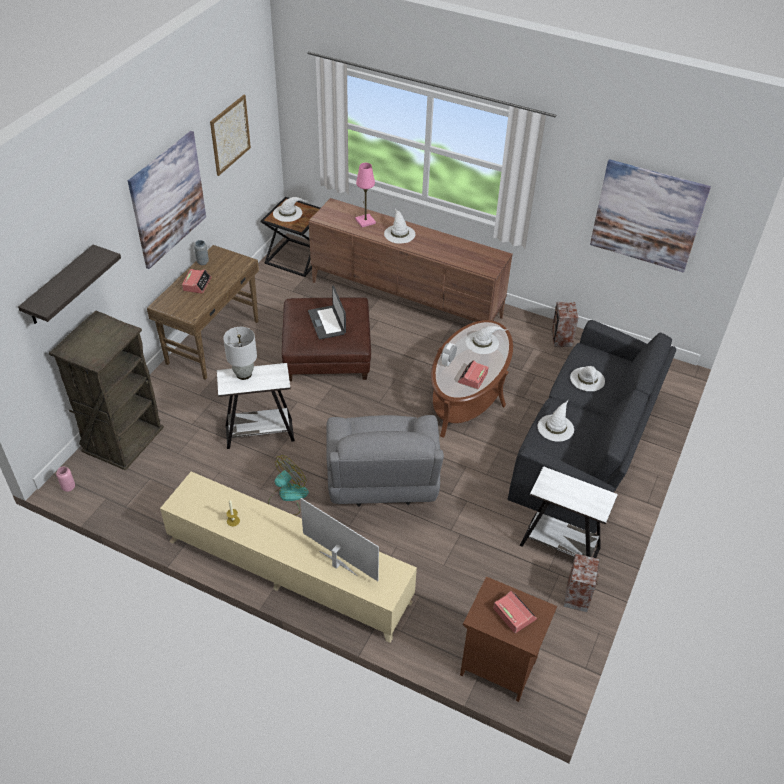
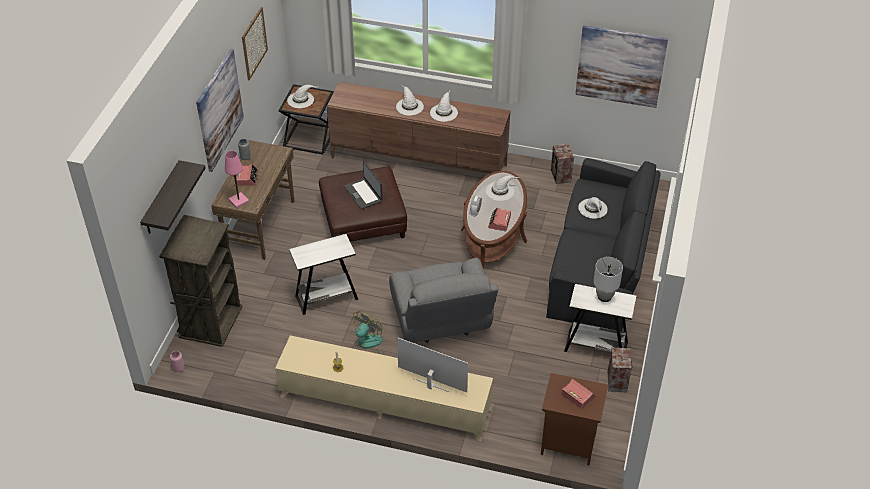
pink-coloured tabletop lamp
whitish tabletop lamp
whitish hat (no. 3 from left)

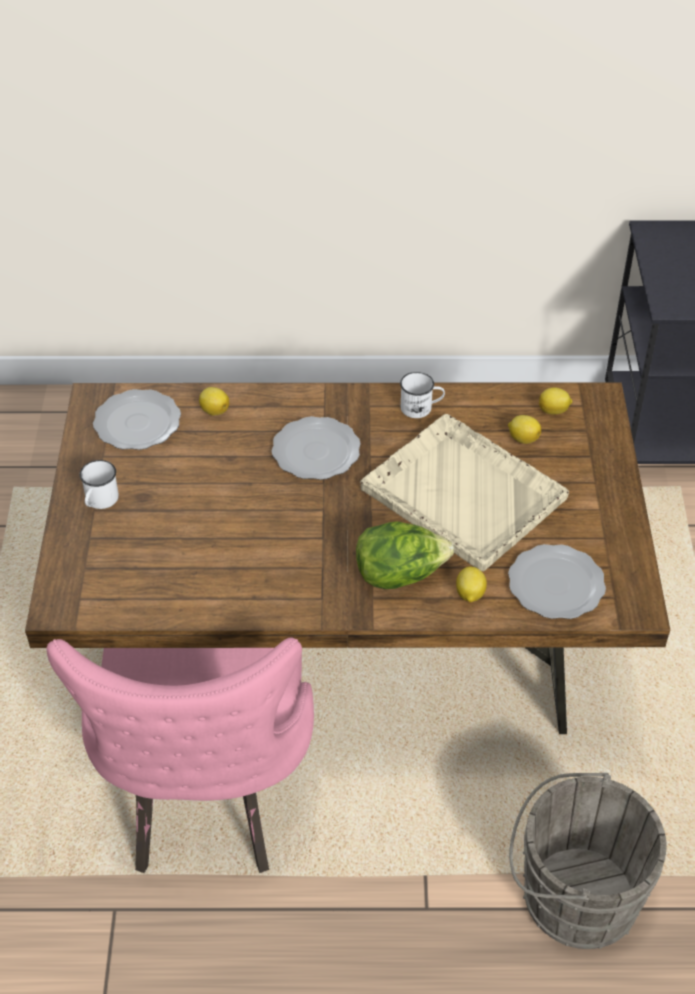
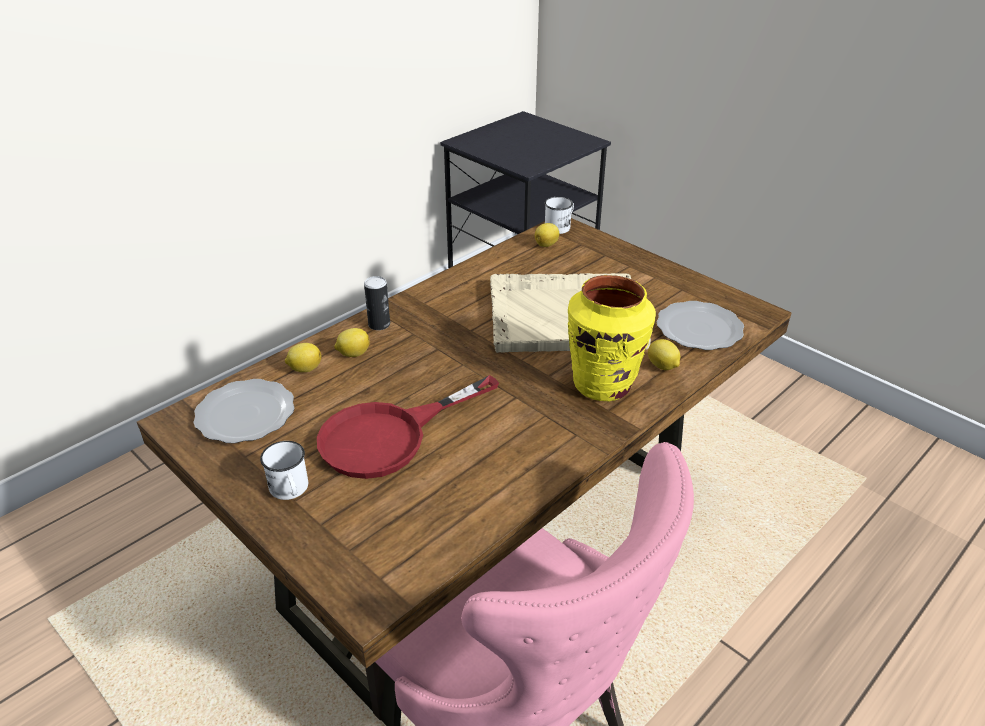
whitish tea mug (no. 2 from left)
citrus fruit (no. 2 from left)
flat dish (no. 2 from left in the first image)
yellowish vase
greyish bucket
sealed can
reddish pan

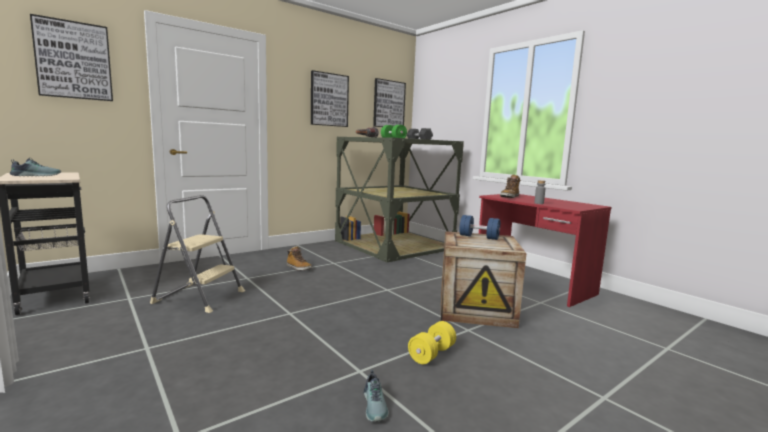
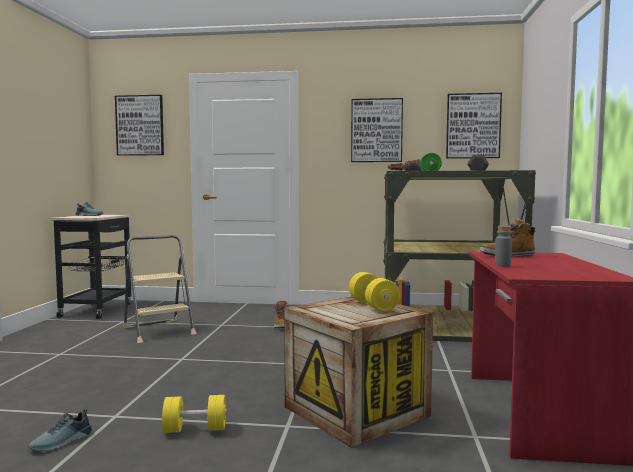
yellowish hand weight (no. 2 from left)

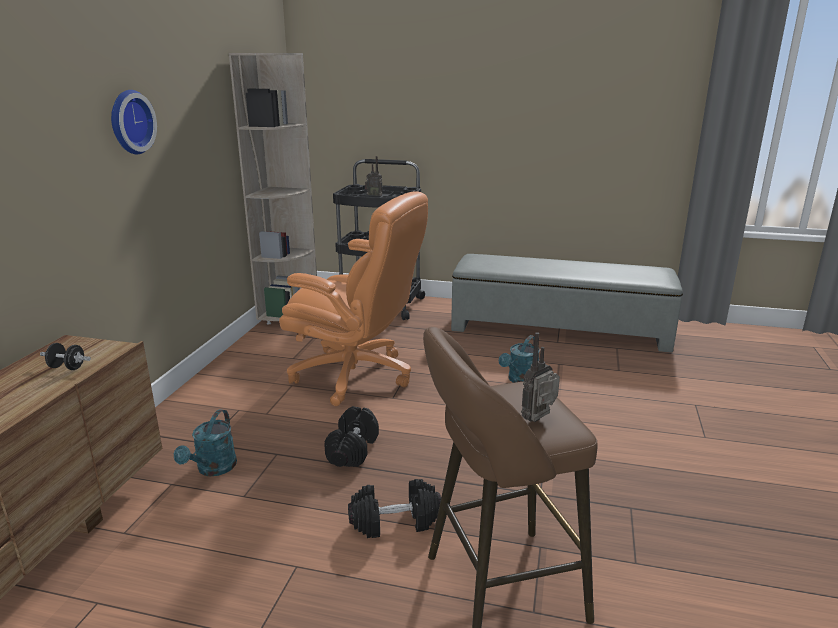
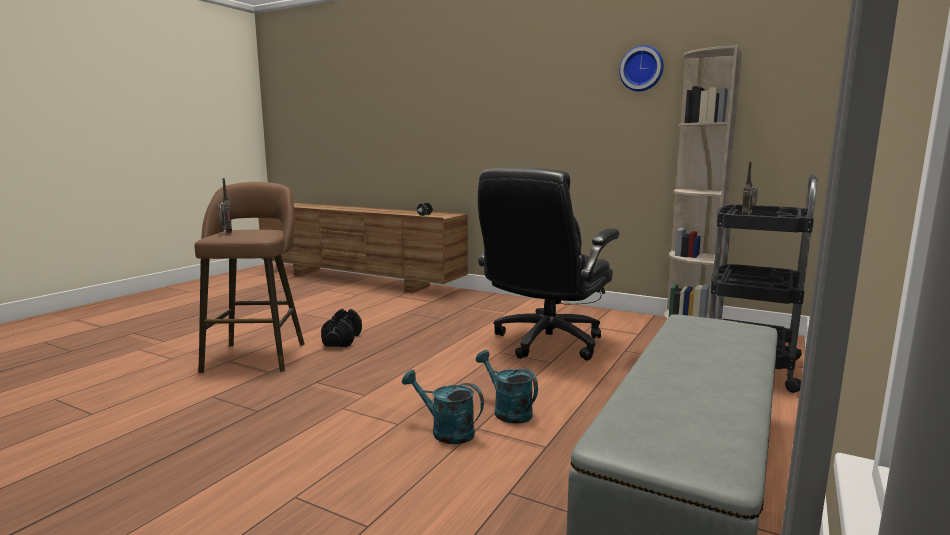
hanging clock
black-coloured computer chair
black-coloured hand weight (no. 2 from left in the first image)
blue-green watering can (no. 1 from left)

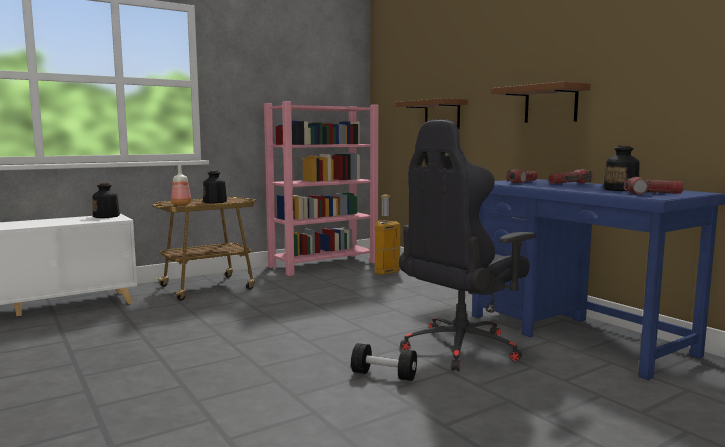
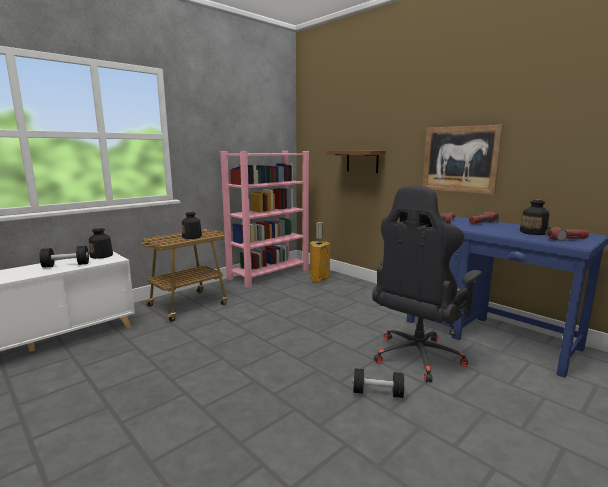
picture
drink bottle (no. 2 from left in the first image)
black-coloured hand weight (no. 1 from left)

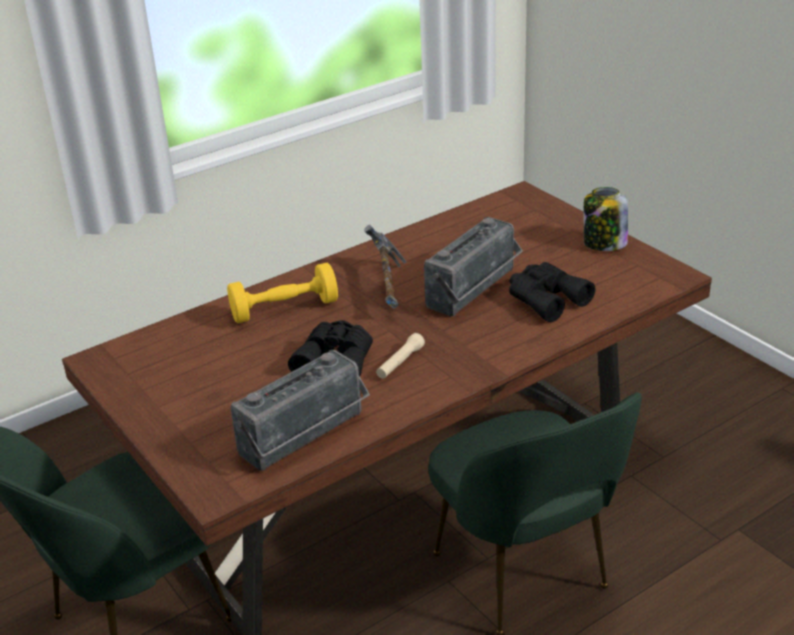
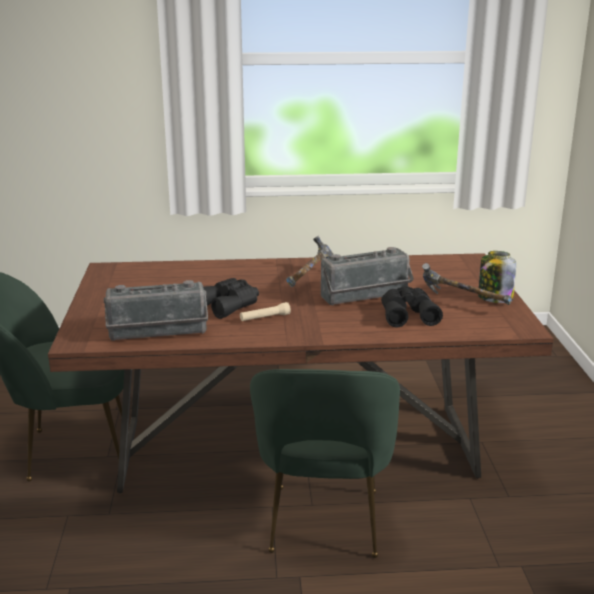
yellowish hand weight
tool hammer (no. 2 from left)

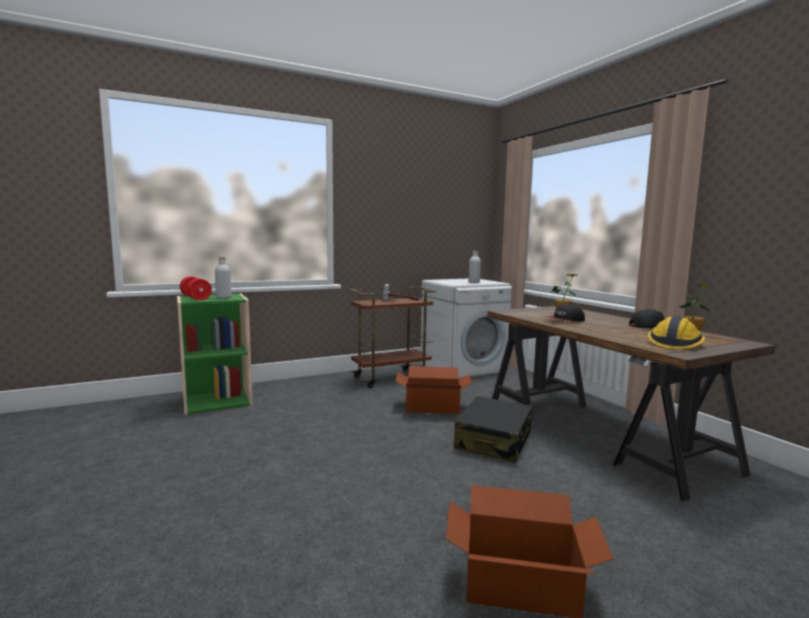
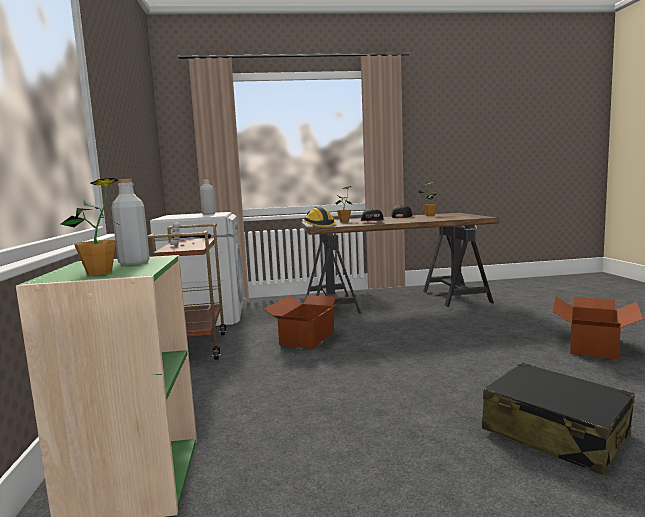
houseplant (no. 1 from left)
safety helmet
black-coloured piece of luggage

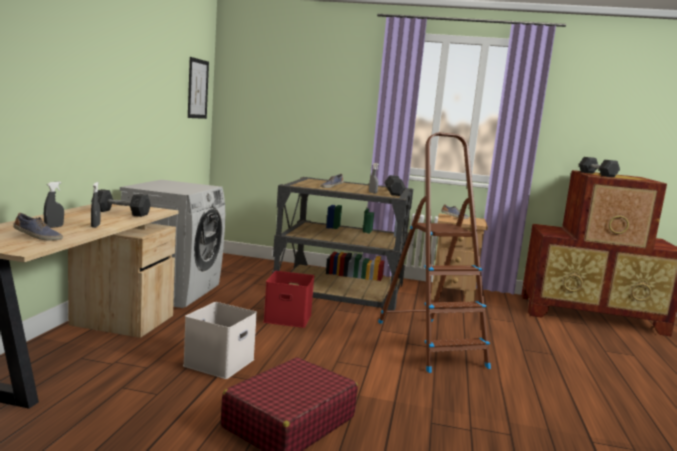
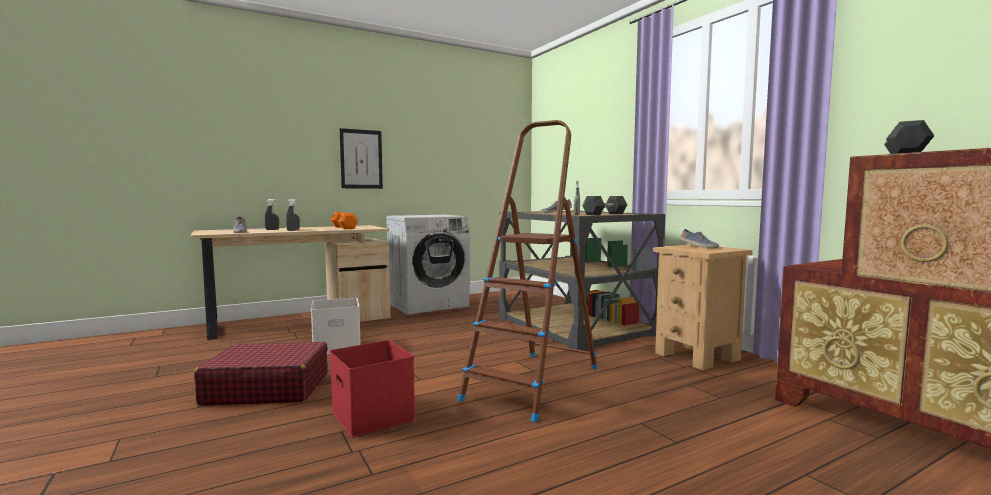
picture
orangey hand weight
reddish storage bin

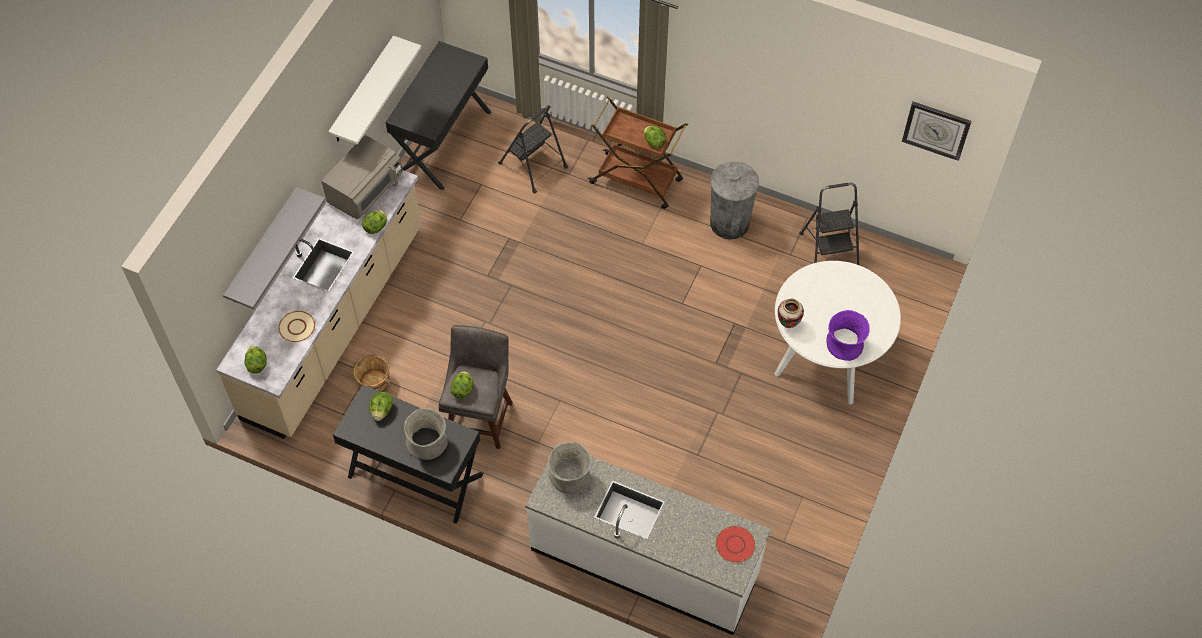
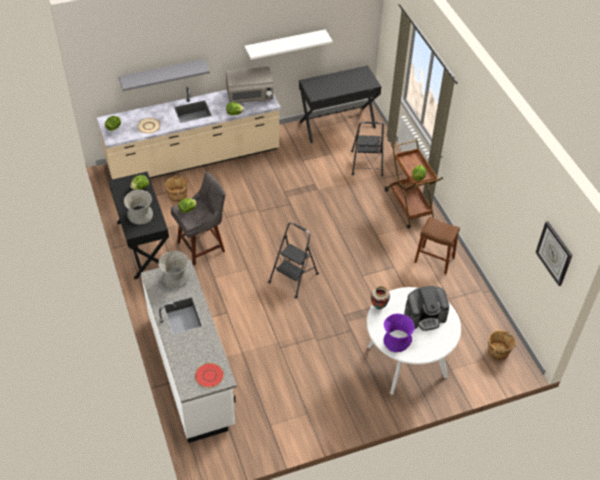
brown-coloured sitting stool
black-coloured step stool (no. 1 from left)
coffee maker
brown-coloured bucket (no. 2 from left)

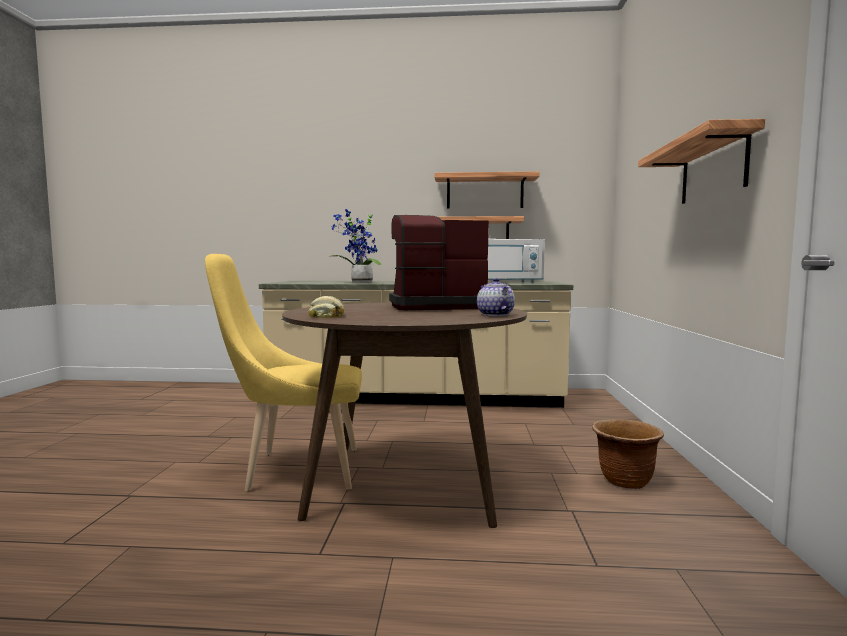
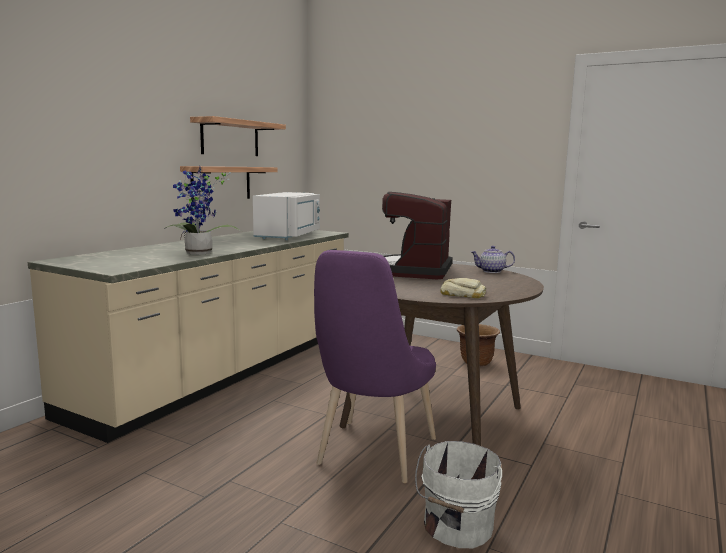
shelf (no. 3 from left in the first image)
purple plain chair
whitish bucket

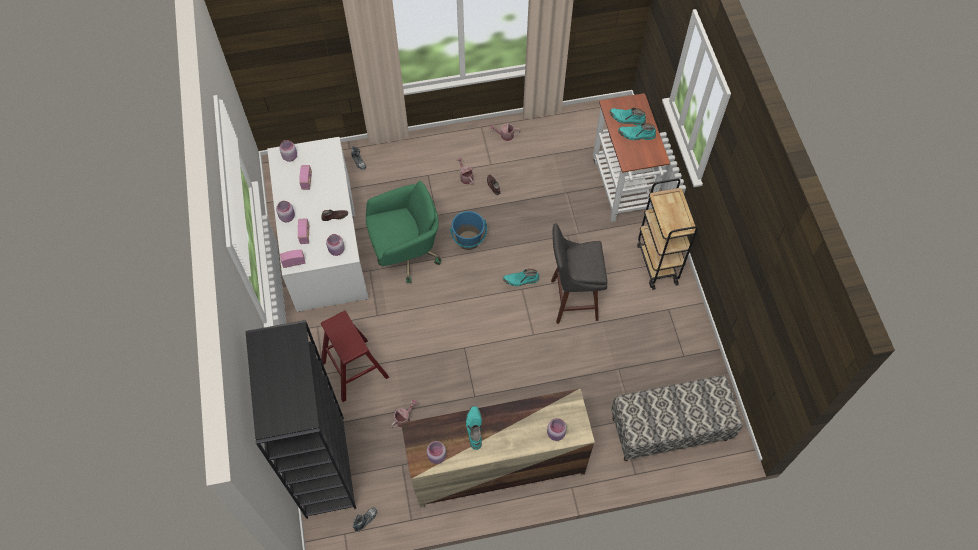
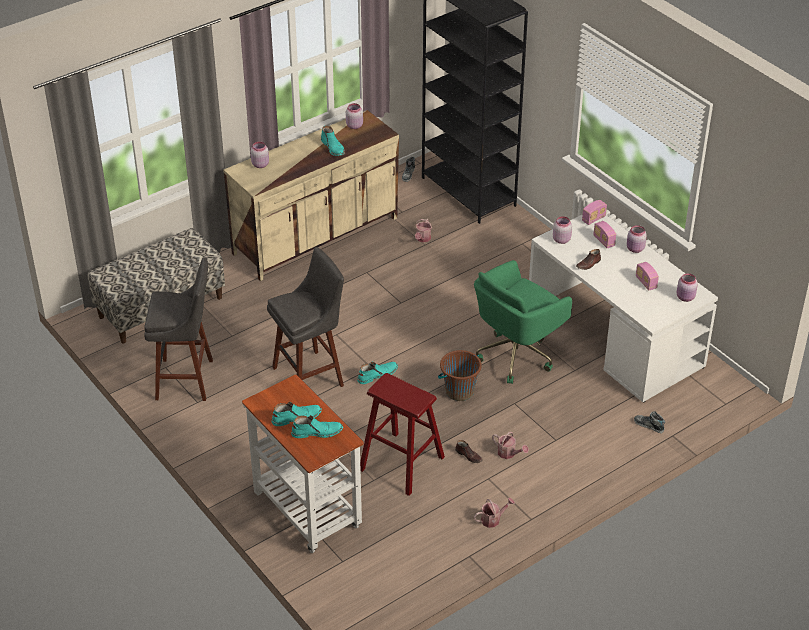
brown-coloured cart
brown-coloured bucket
reddish sitting stool
greyish sitting stool (no. 1 from left)

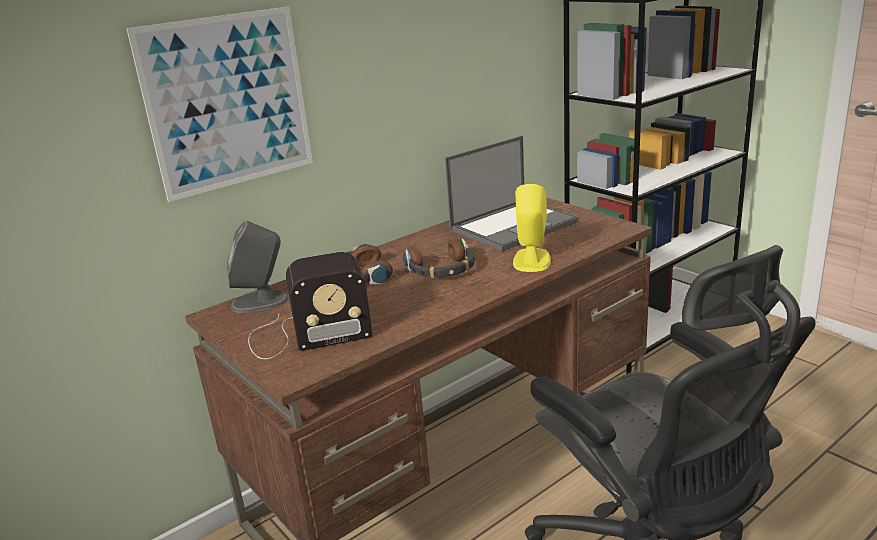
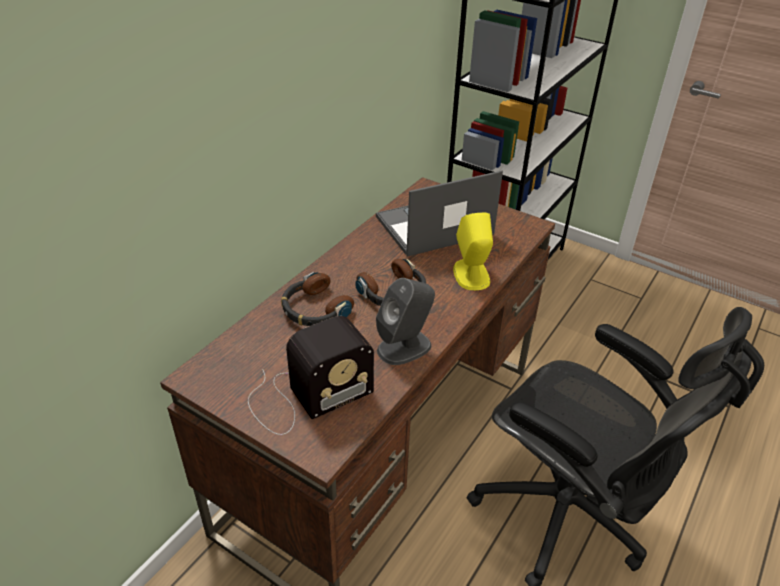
picture
laptop
greyish audio speaker

